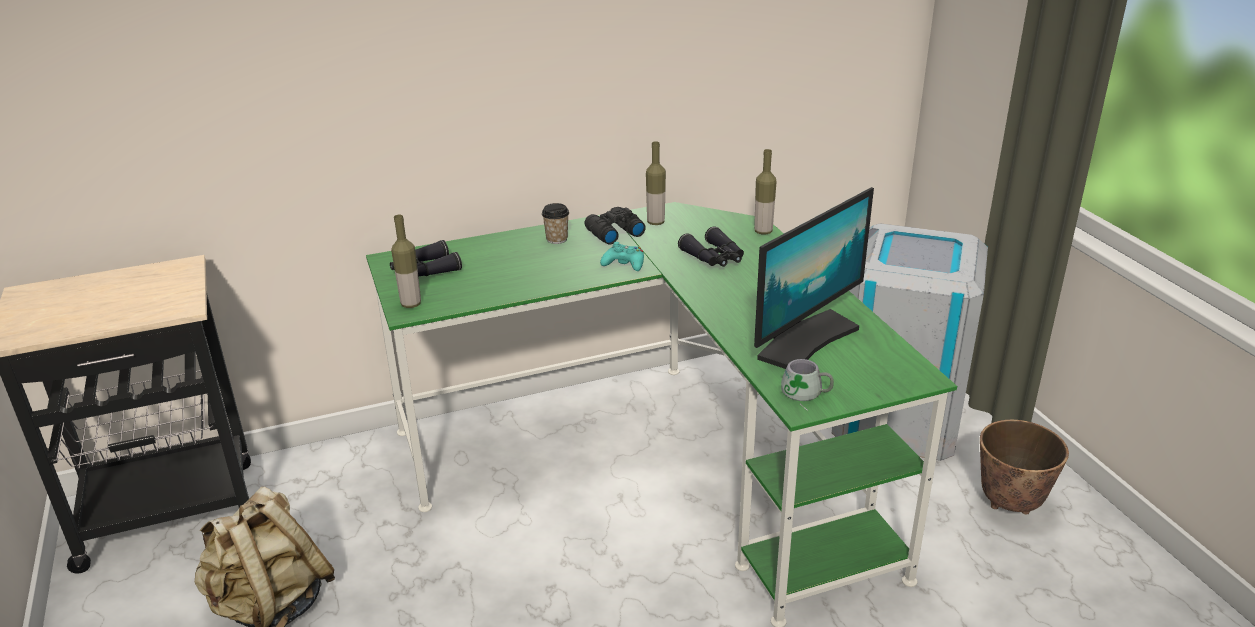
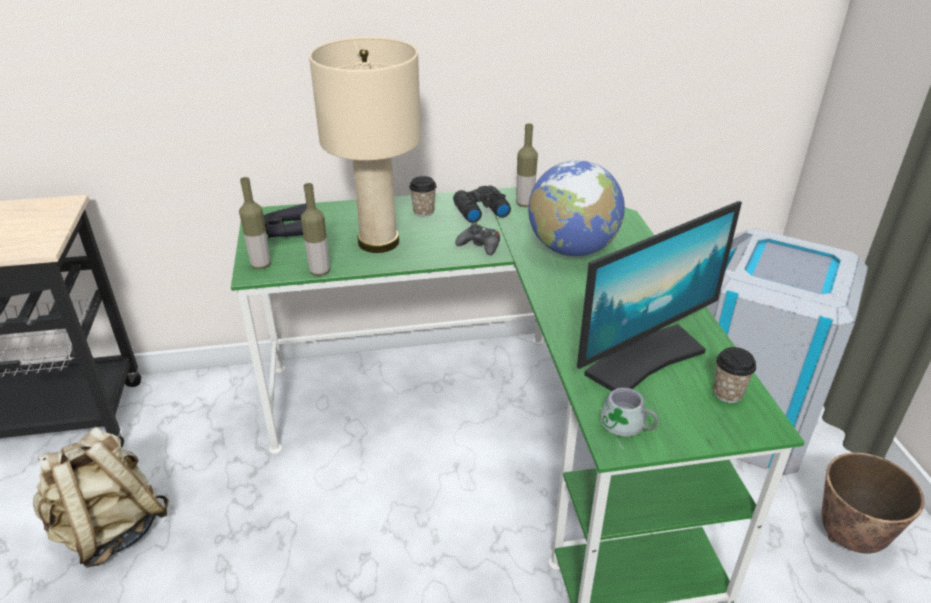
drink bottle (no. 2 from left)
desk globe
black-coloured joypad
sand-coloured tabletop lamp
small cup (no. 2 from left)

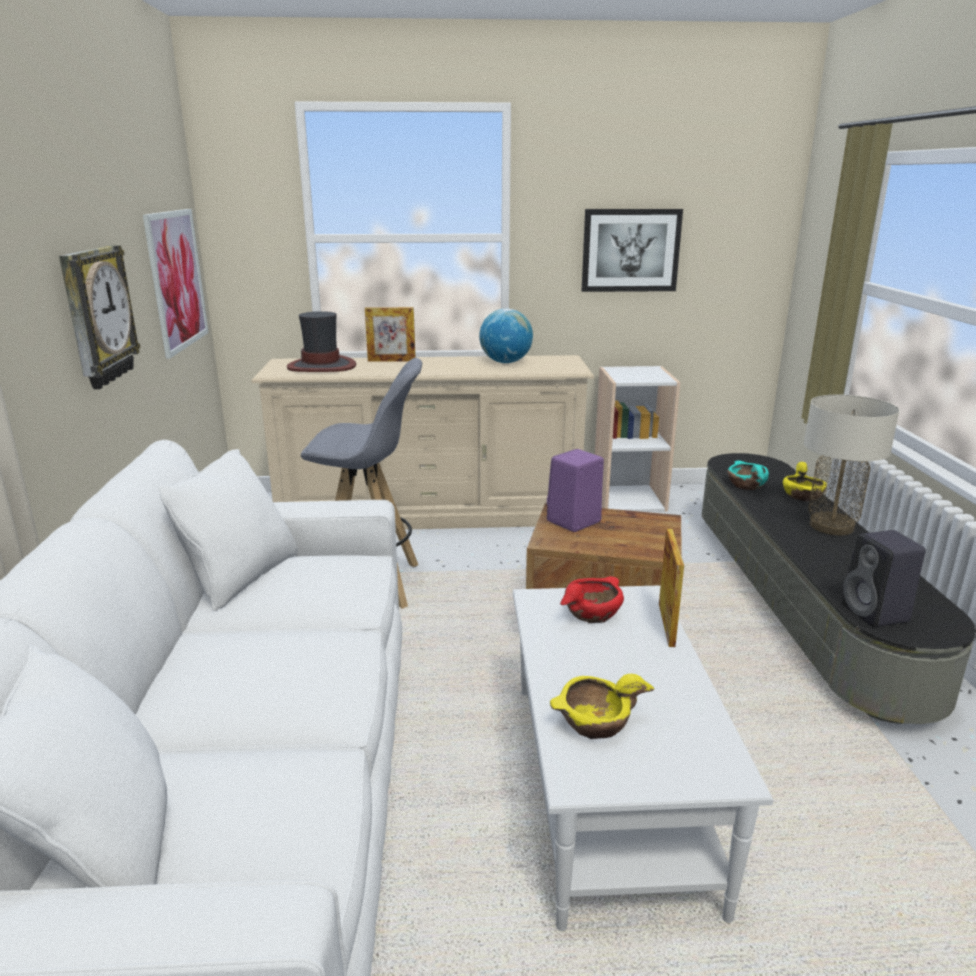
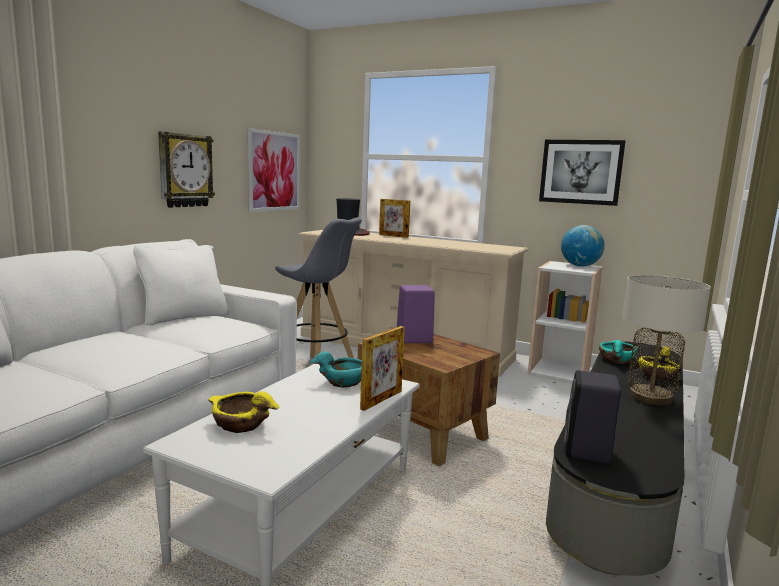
desk globe
blue-green bowl (no. 1 from left)

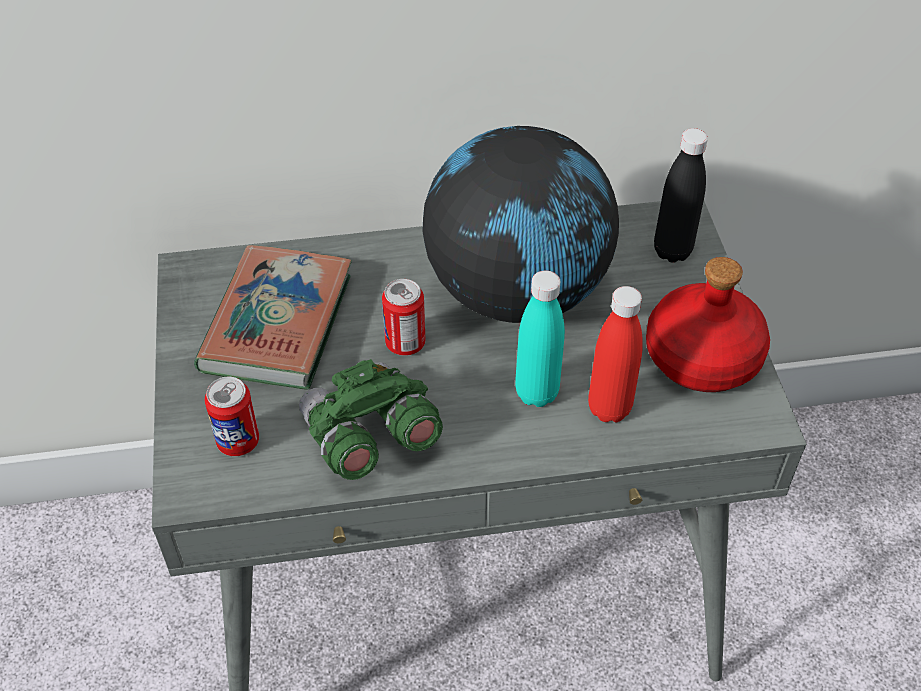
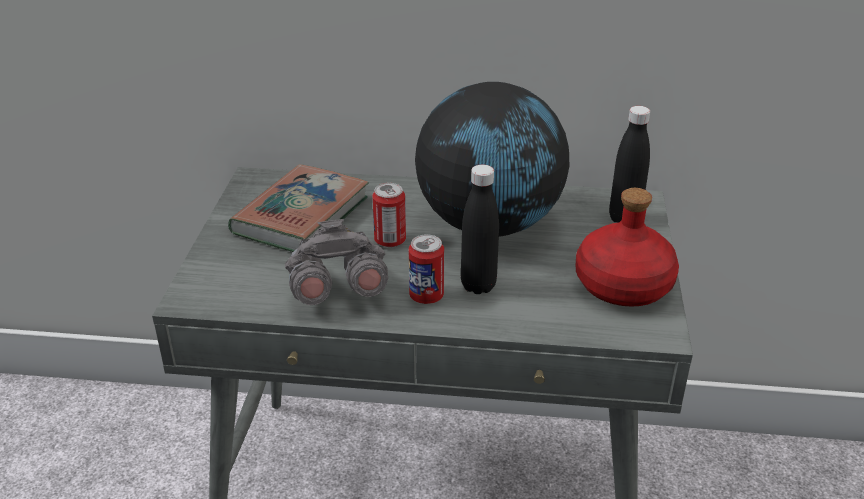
black-coloured drink bottle (no. 1 from left)
reddish drink bottle (no. 1 from left in the first image)
greyish pair of binoculars
sealed can (no. 2 from left)

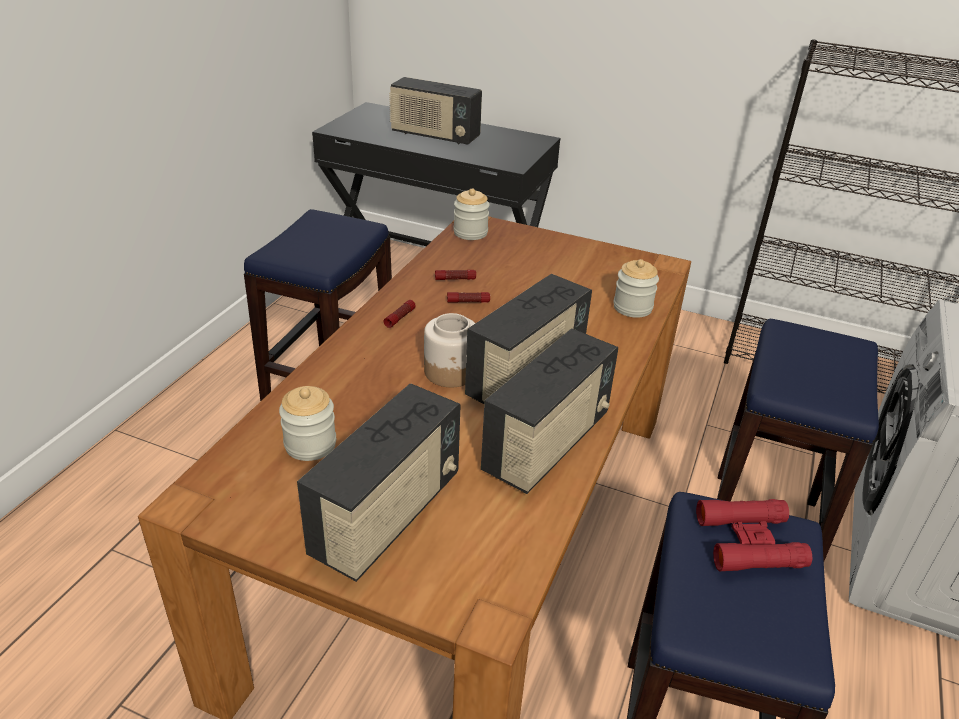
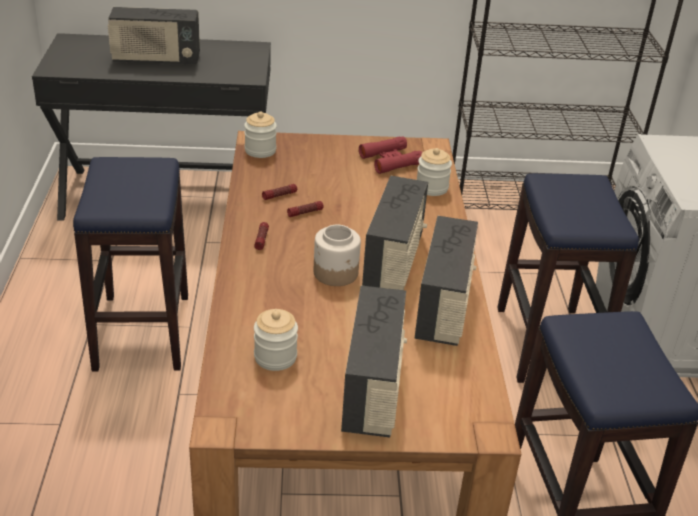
reddish pair of binoculars

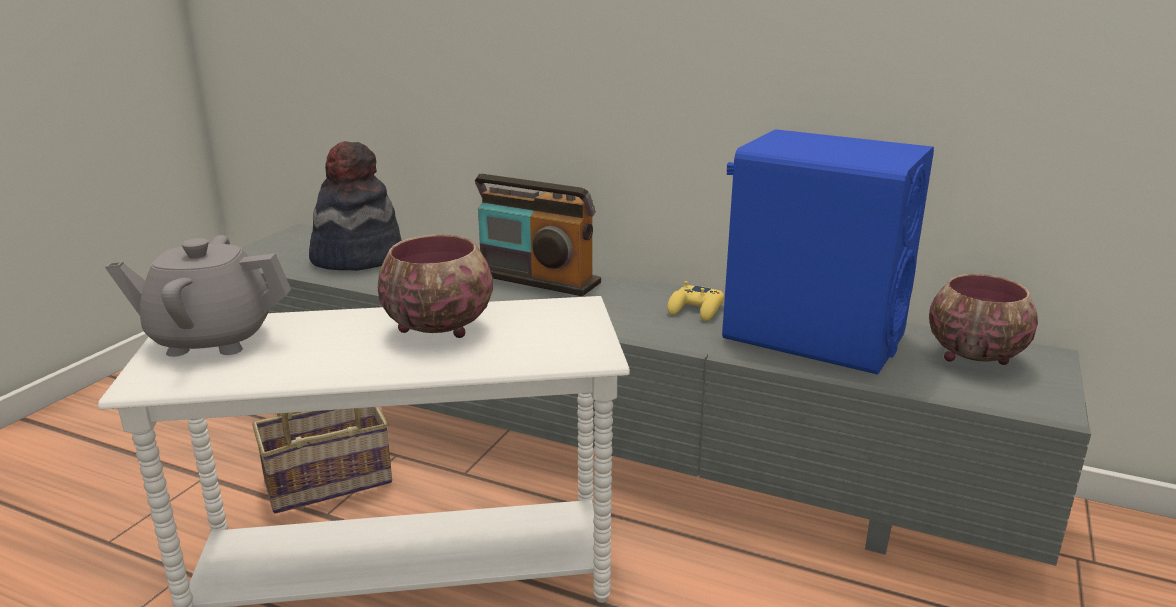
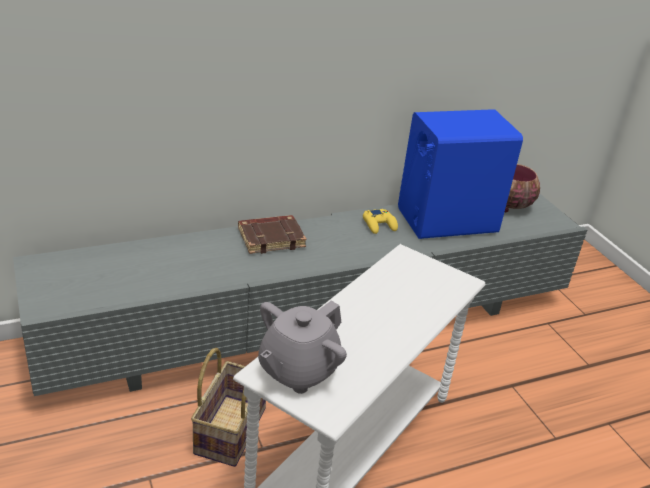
hat
brown-coloured bound book
bowl (no. 1 from left in the first image)

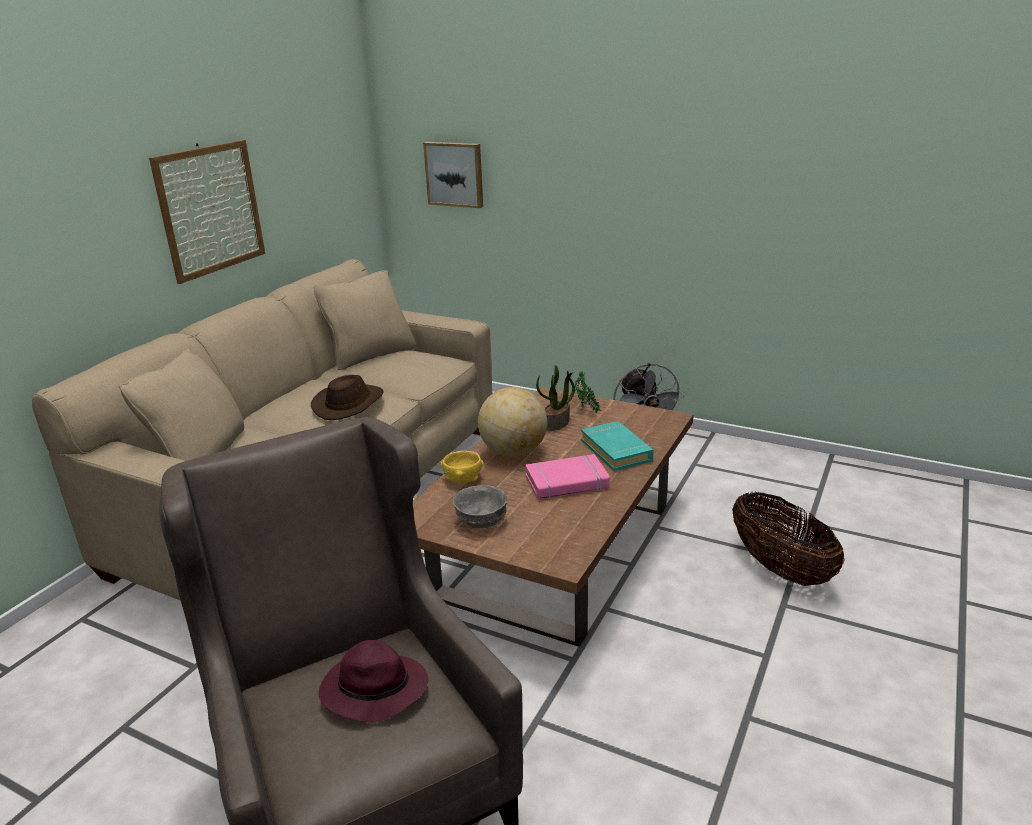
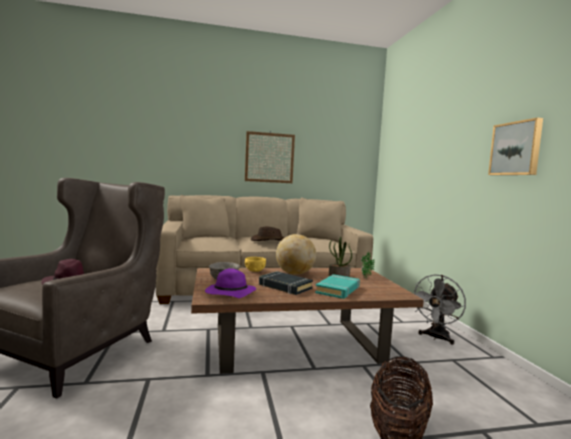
picture (no. 2 from left)
black-coloured bound book
purple hat (no. 2 from left)

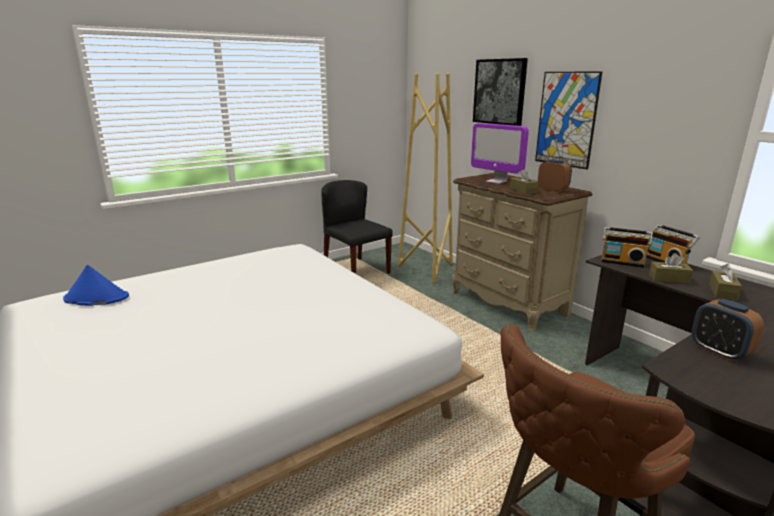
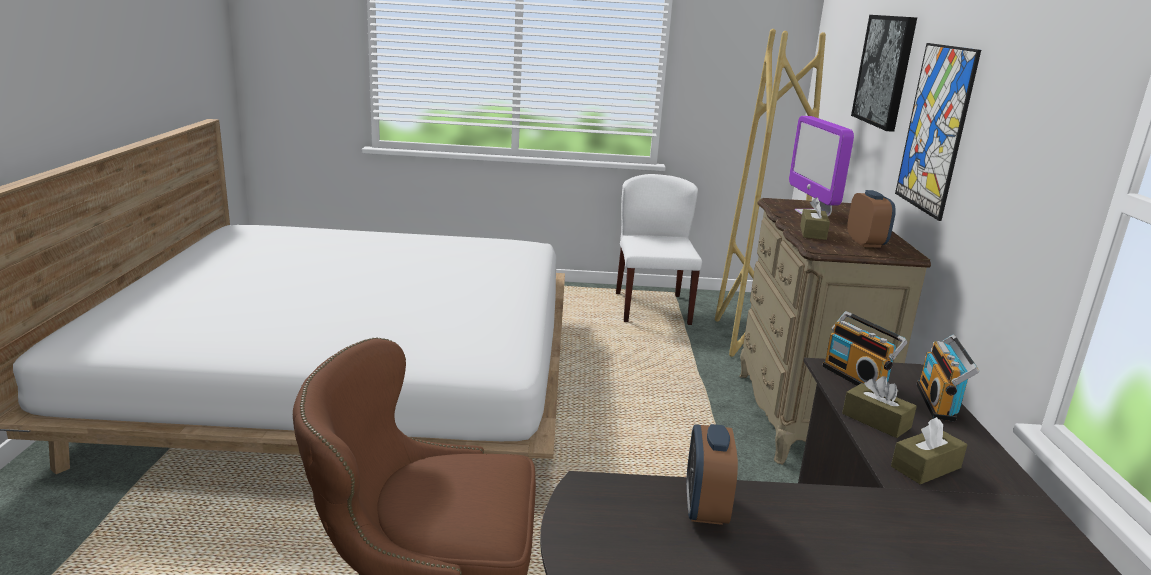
whitish plain chair
blue-coloured hat

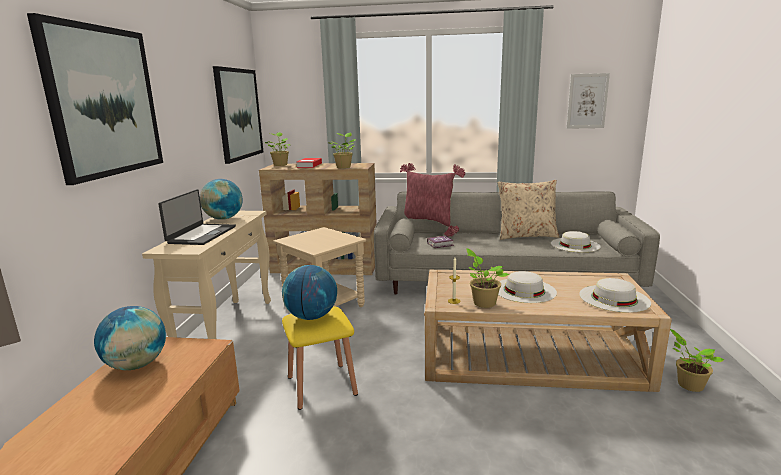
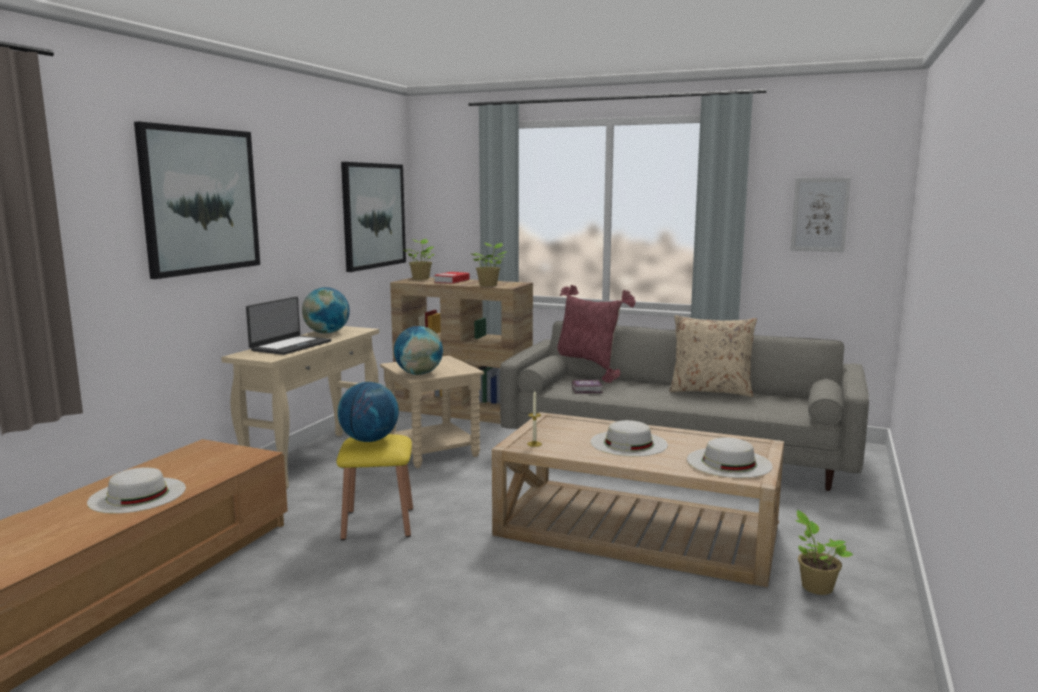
whitish hat (no. 1 from left)
houseplant (no. 3 from left in the first image)
desk globe (no. 3 from left)

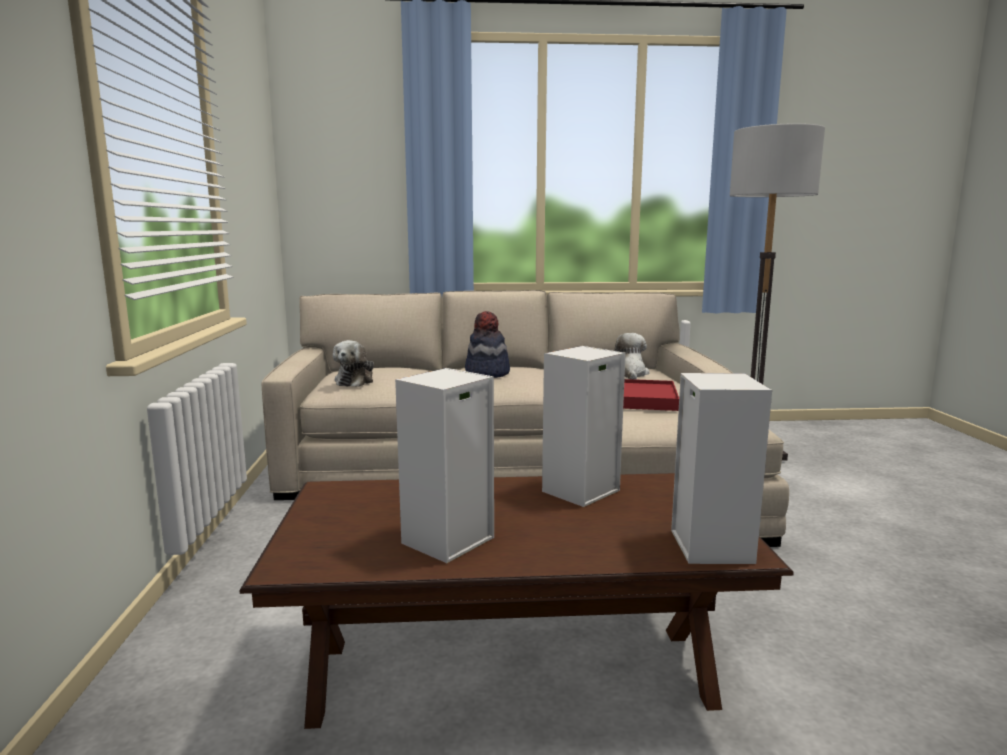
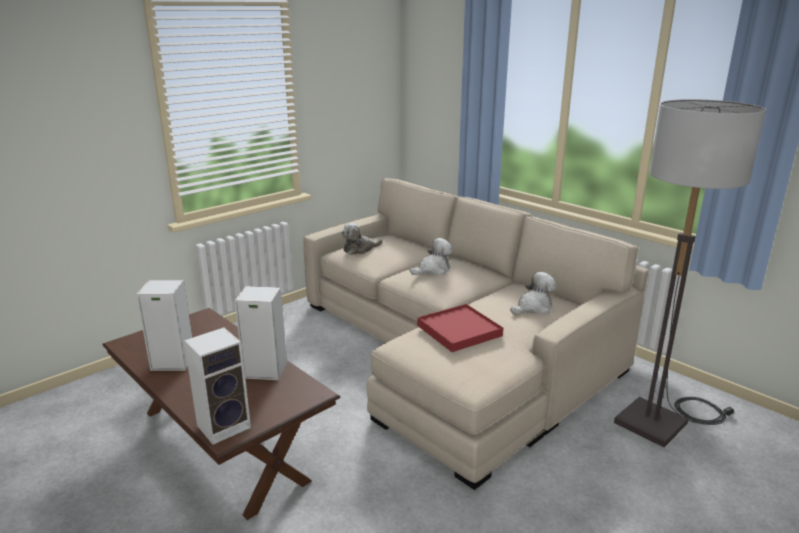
plush toy (no. 2 from left)

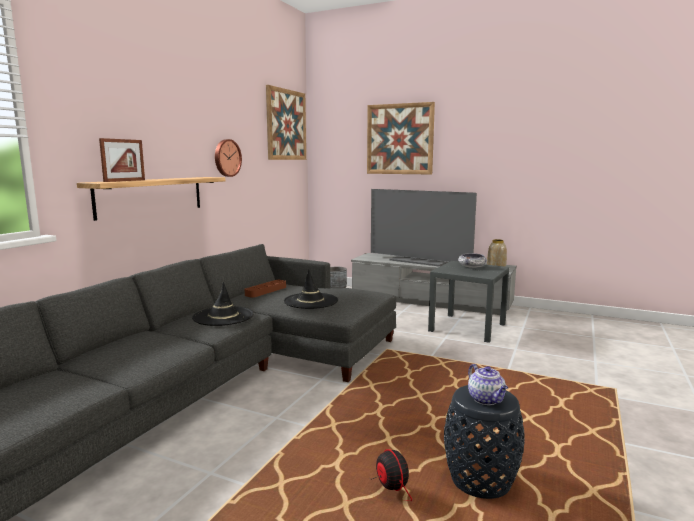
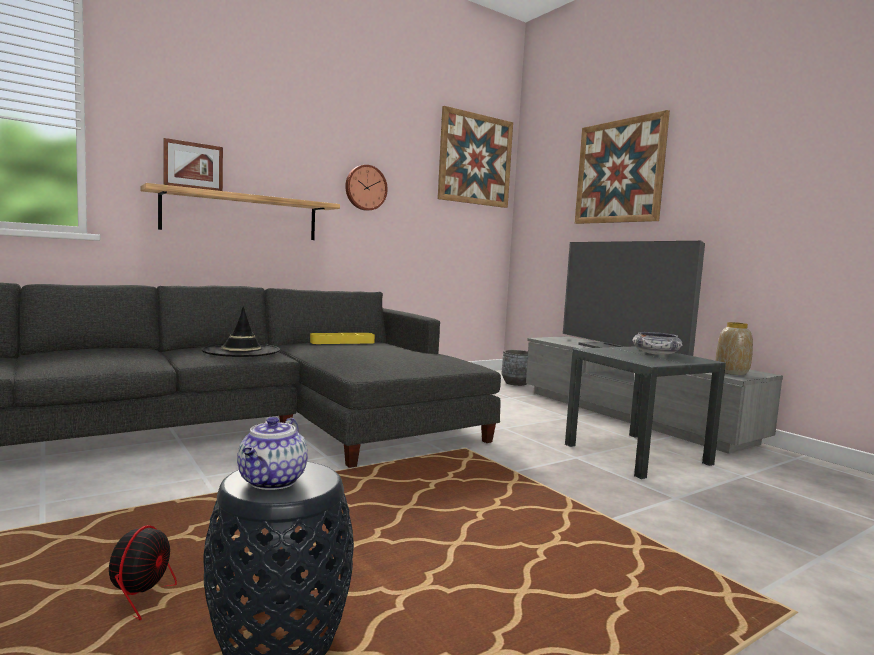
black-coloured hat (no. 2 from left in the first image)
yellowish serving tray

